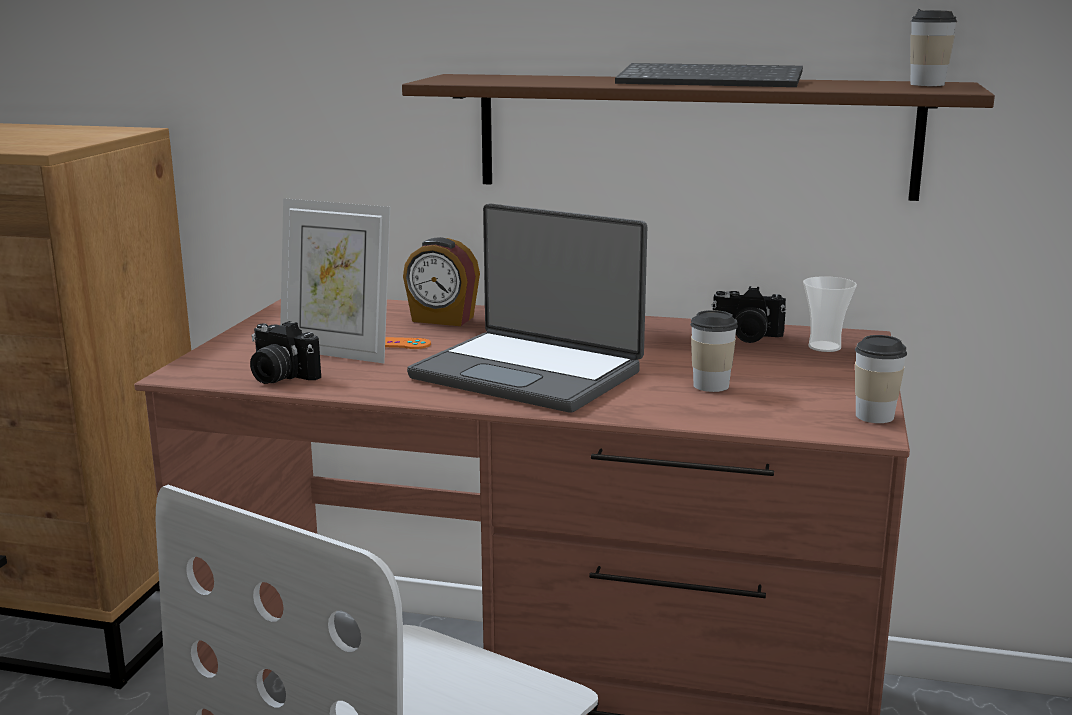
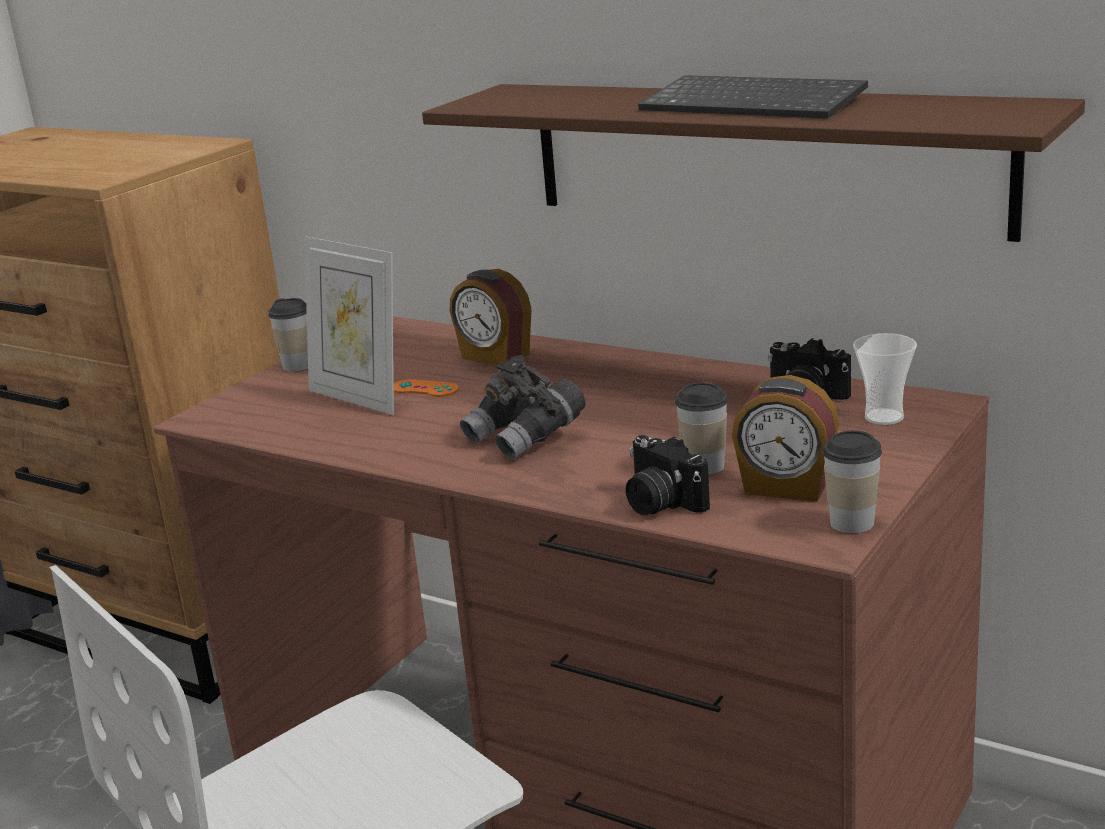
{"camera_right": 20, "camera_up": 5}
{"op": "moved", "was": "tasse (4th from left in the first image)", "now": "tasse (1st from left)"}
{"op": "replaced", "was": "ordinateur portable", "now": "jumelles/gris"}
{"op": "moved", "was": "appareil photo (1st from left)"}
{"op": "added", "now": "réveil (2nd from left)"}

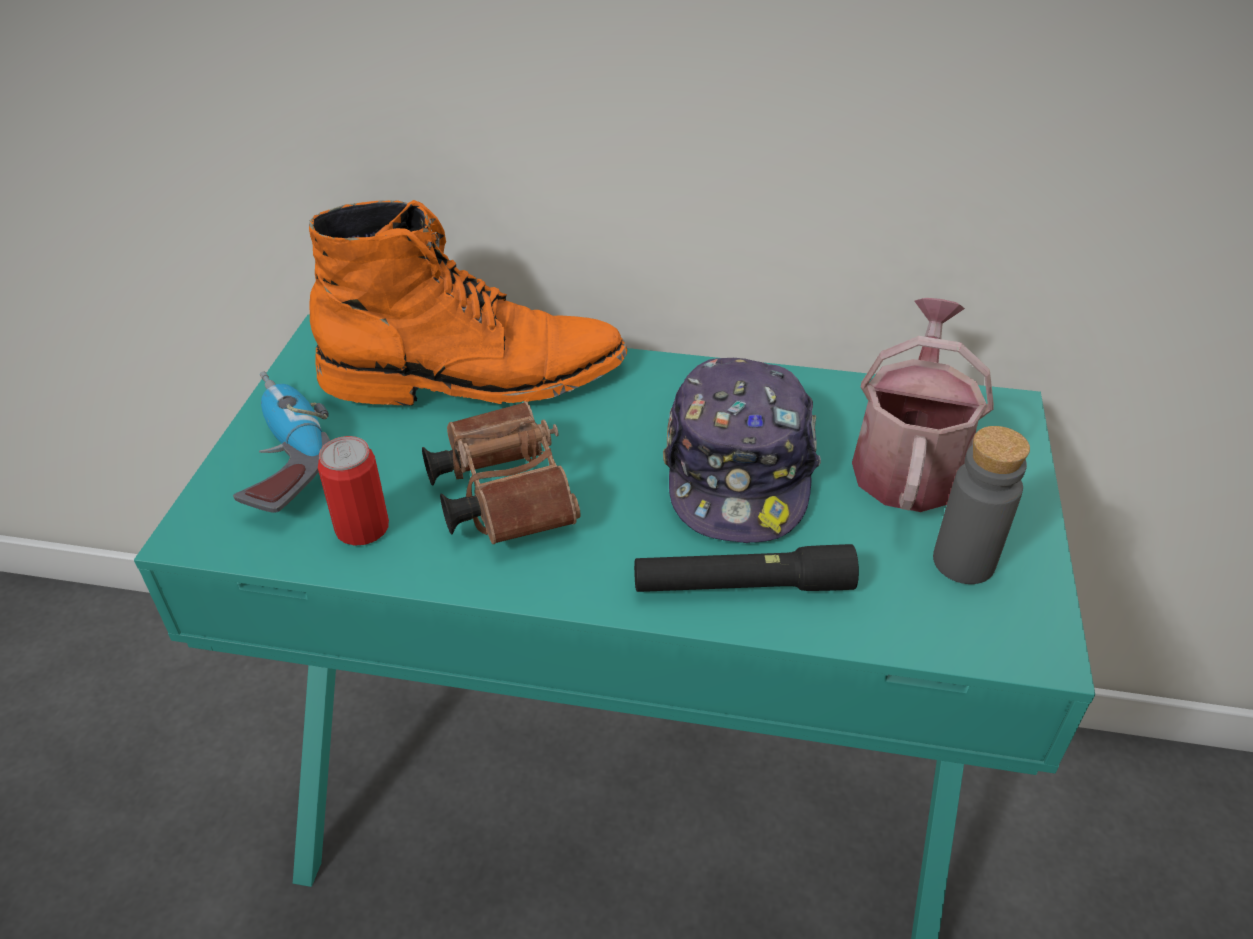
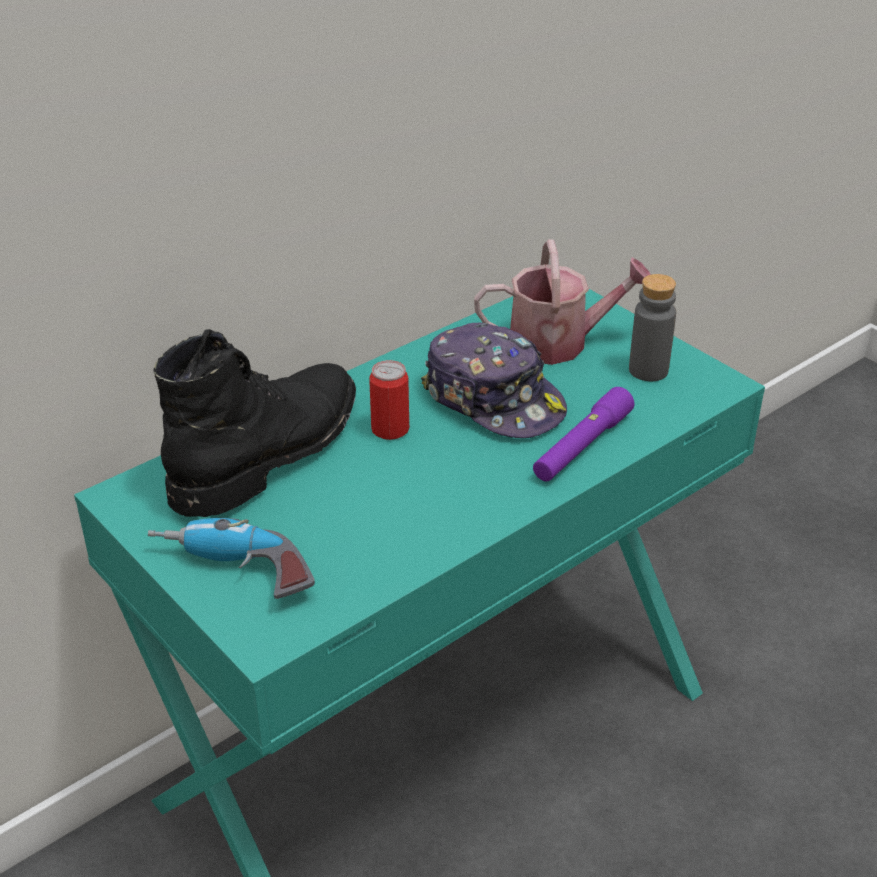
{"camera_right": -50, "camera_up": -5}
{"op": "recoloured", "was": "botte/orange", "now": "botte/noir"}
{"op": "moved", "was": "boîte métallique"}
{"op": "turned", "was": "arrosoir", "clockwise": 120}
{"op": "recoloured", "was": "lampe de poche/noir", "now": "lampe de poche/violet"}
{"op": "removed", "was": "jumelles/marron"}

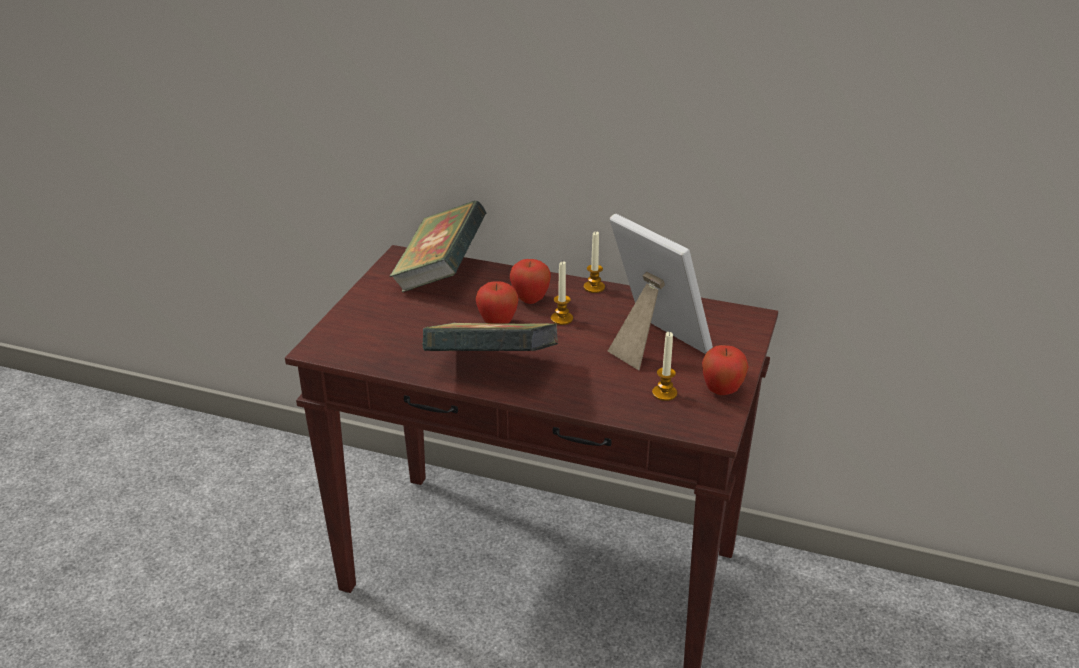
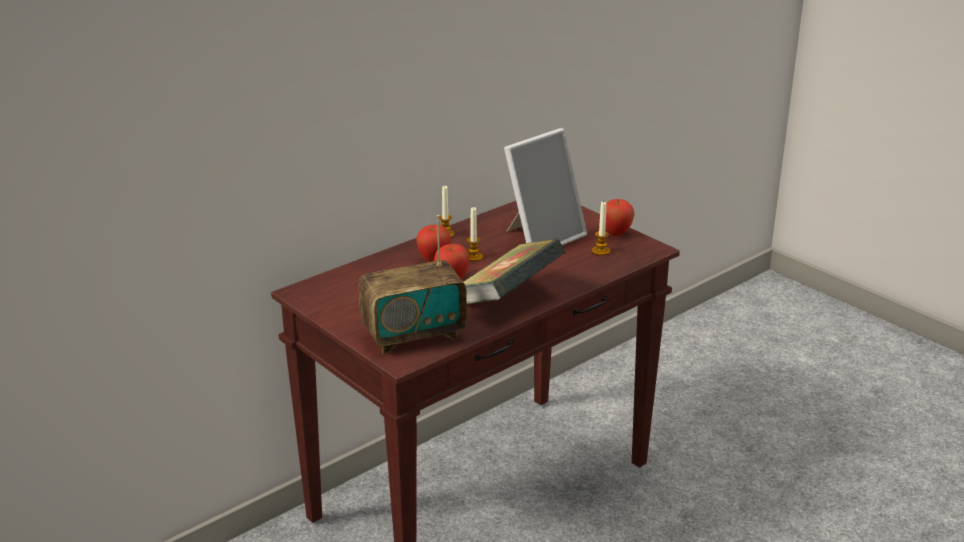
{"camera_right": -60, "camera_up": -5}
{"op": "added", "now": "radio"}
{"op": "turned", "was": "cadre photo", "clockwise": 150}
{"op": "removed", "was": "livre (1st from left)"}

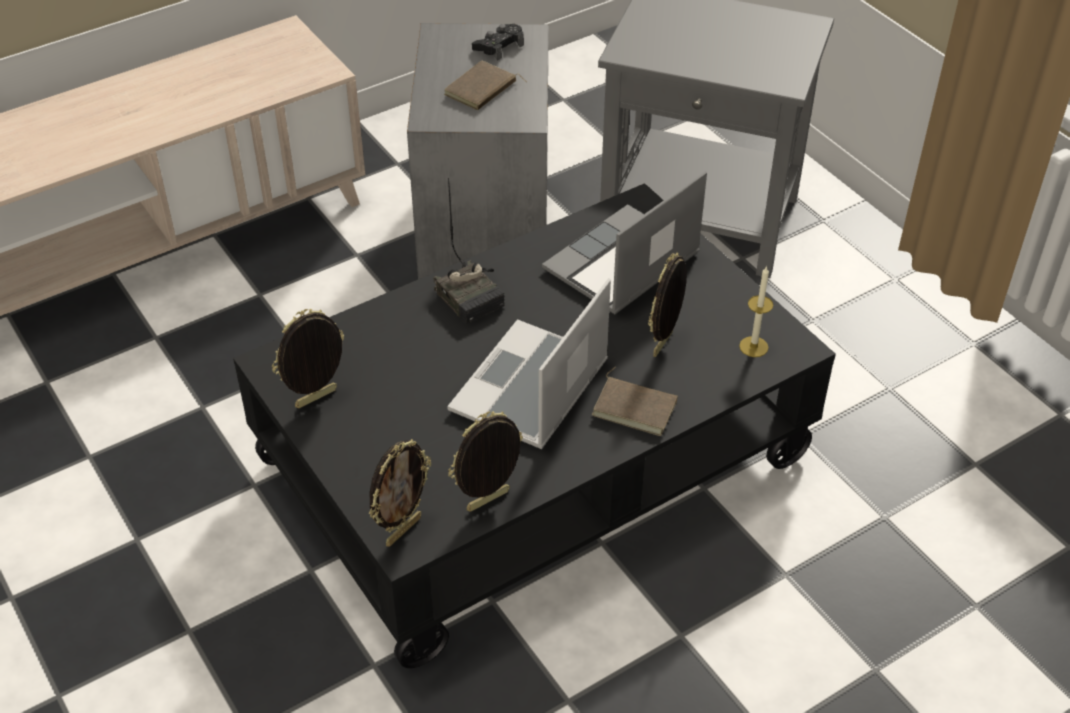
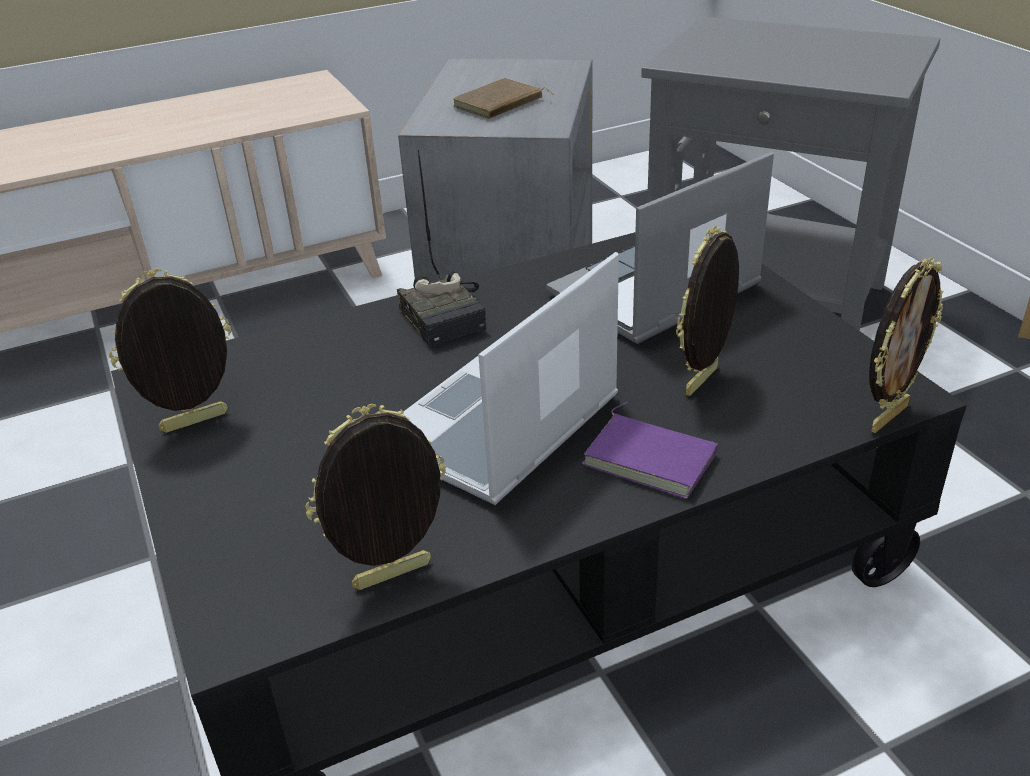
{"camera_right": 10, "camera_up": -10}
{"op": "recoloured", "was": "livre/marron (2nd from left)", "now": "livre/violet"}
{"op": "moved", "was": "cadre photo (2nd from left in the first image)", "now": "cadre photo (4th from left)"}
{"op": "removed", "was": "manette/noir"}
{"op": "removed", "was": "bougie"}

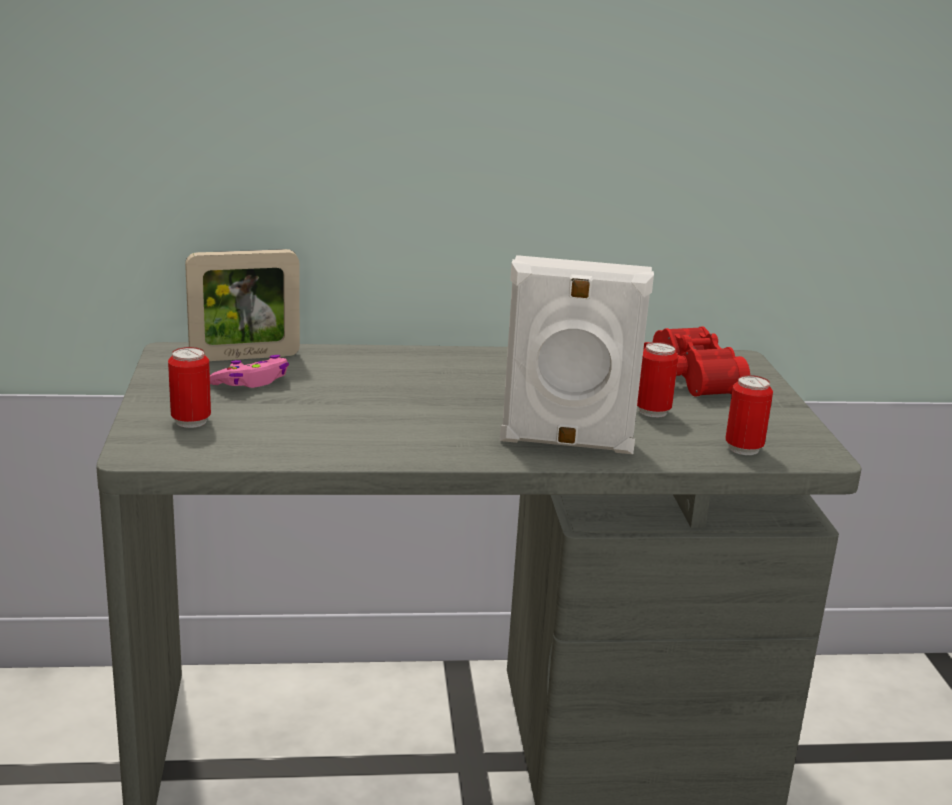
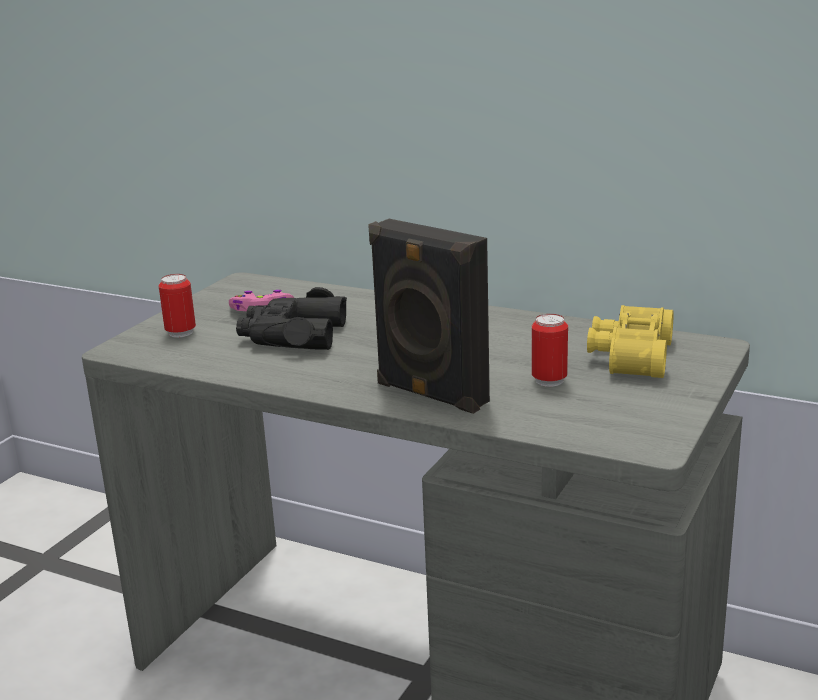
{"camera_right": 35, "camera_up": 0}
{"op": "added", "now": "jumelles/noir"}
{"op": "recoloured", "was": "enceinte/blanc", "now": "enceinte/noir"}
{"op": "recoloured", "was": "jumelles/rouge", "now": "jumelles/jaune"}
{"op": "removed", "was": "cadre photo"}
{"op": "removed", "was": "boîte métallique (3rd from left)"}

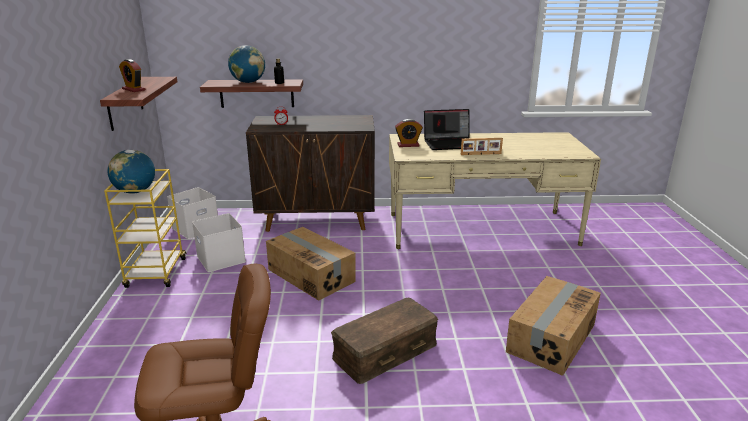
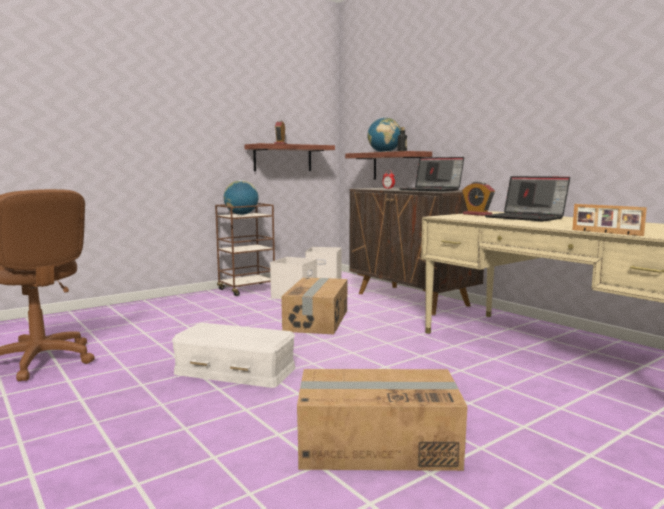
{"camera_right": 55, "camera_up": -15}
{"op": "recoloured", "was": "boîte de rangement/marron", "now": "boîte de rangement/blanc (1st from left)"}
{"op": "recoloured", "was": "chariot/jaune", "now": "chariot/marron"}
{"op": "added", "now": "ordinateur portable (1st from left)"}
{"op": "moved", "was": "cadre photo"}

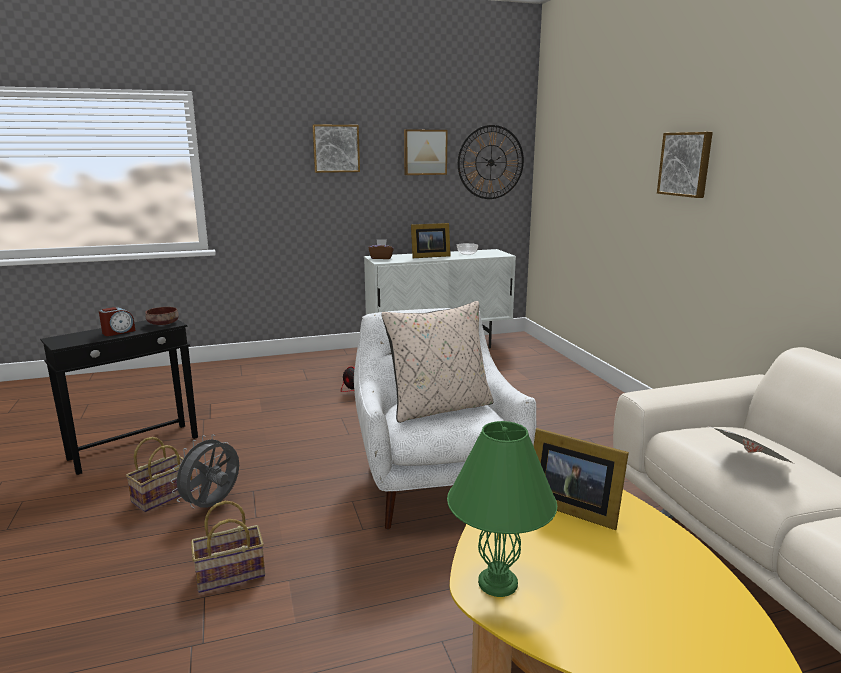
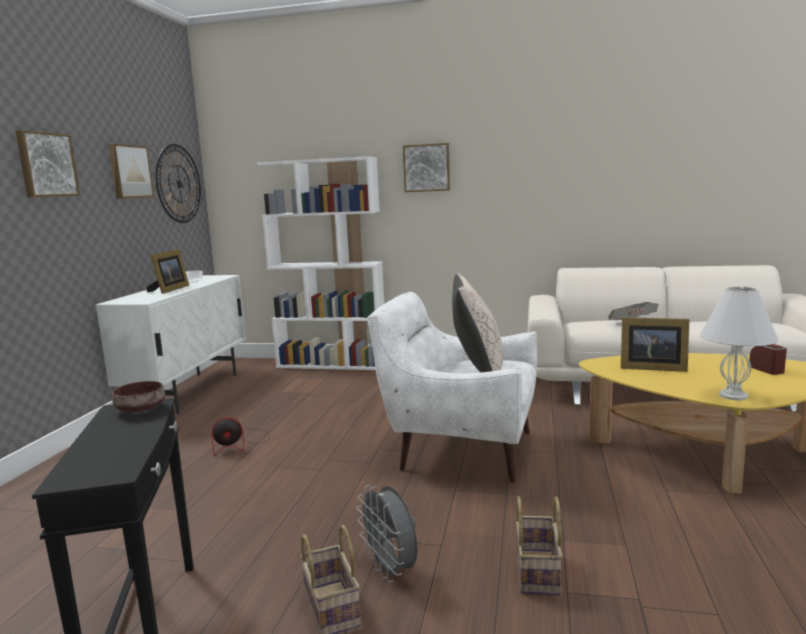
{"camera_right": -60, "camera_up": -5}
{"op": "added", "now": "bibliothèque/blanc"}
{"op": "turned", "was": "cadre photo (2nd from left)", "clockwise": 45}
{"op": "recoloured", "was": "lampe de table/vert", "now": "lampe de table/blanc"}
{"op": "moved", "was": "réveil"}
{"op": "removed", "was": "boîte à mouchoirs/marron"}

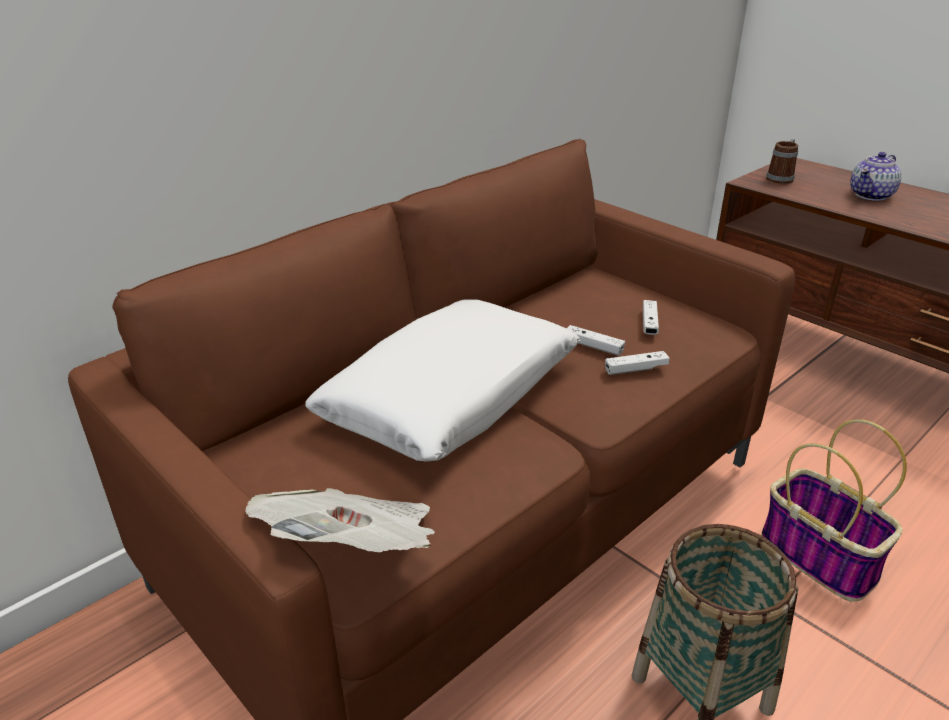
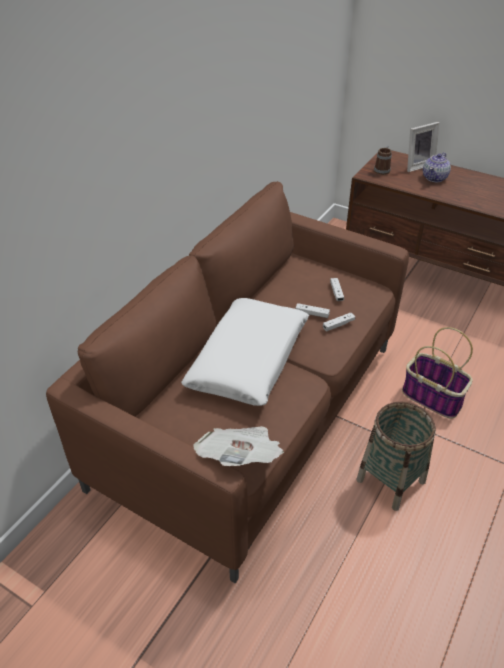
{"camera_right": -15, "camera_up": 10}
{"op": "added", "now": "cadre photo"}

